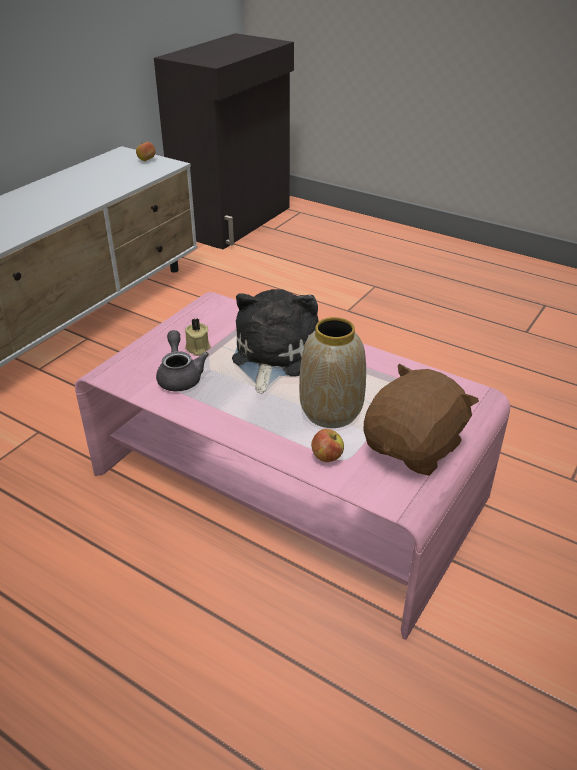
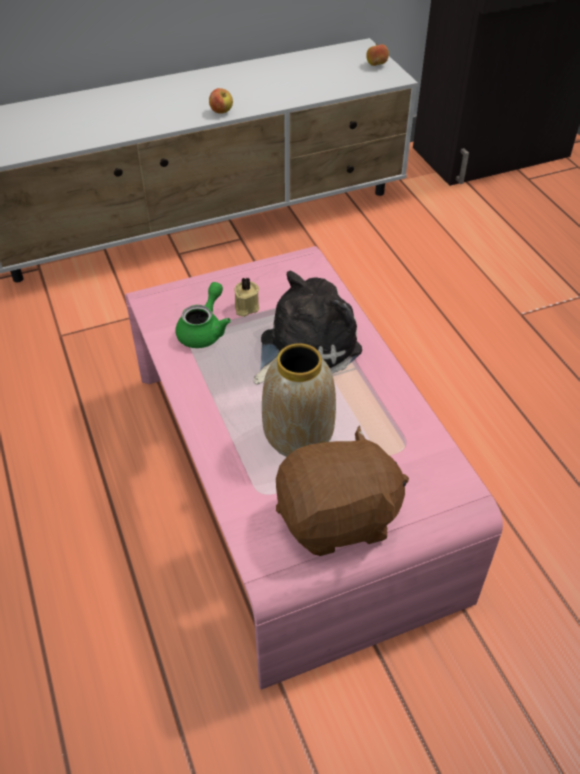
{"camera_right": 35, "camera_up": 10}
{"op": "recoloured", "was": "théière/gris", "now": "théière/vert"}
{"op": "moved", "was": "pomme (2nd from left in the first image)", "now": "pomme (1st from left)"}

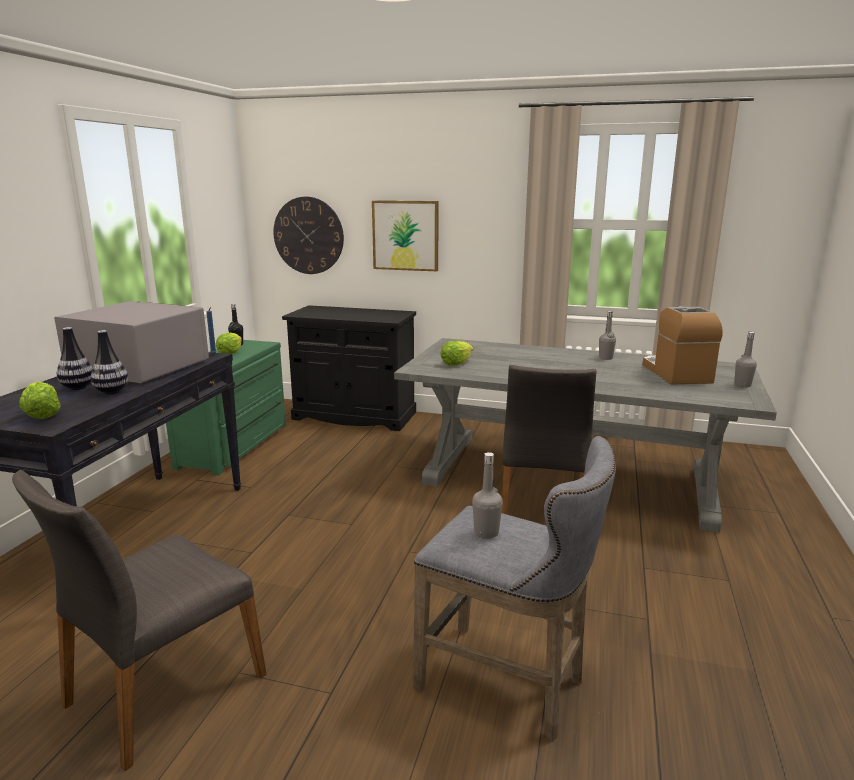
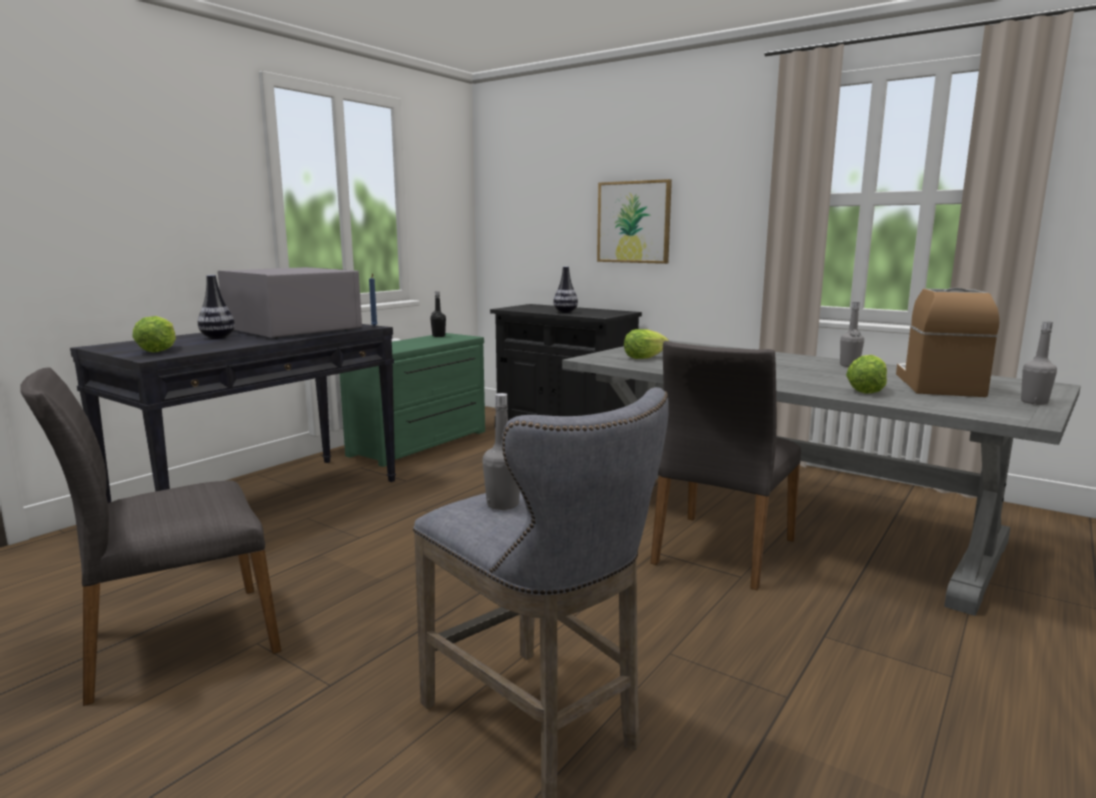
{"camera_right": 20, "camera_up": -5}
{"op": "moved", "was": "vase (2nd from left)"}
{"op": "moved", "was": "laitue (2nd from left in the first image)", "now": "laitue (3rd from left)"}
{"op": "removed", "was": "horloge murale"}

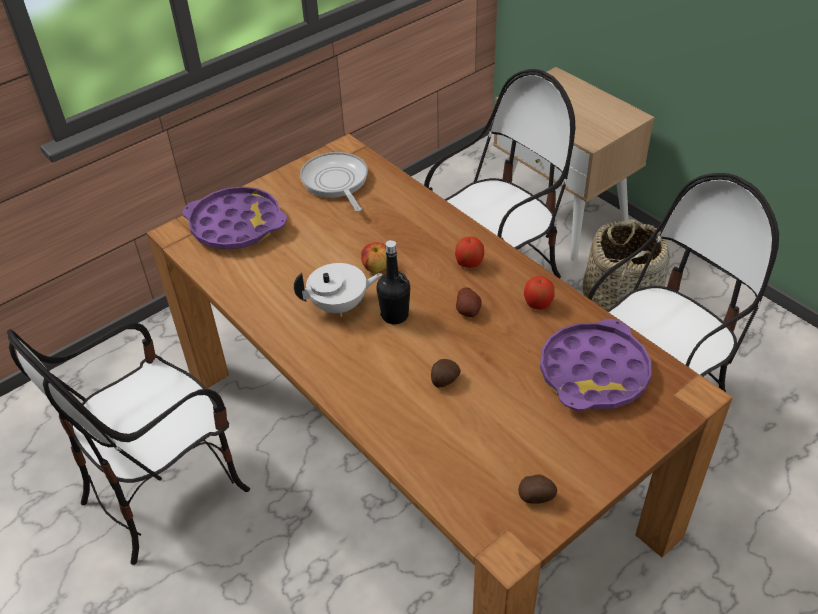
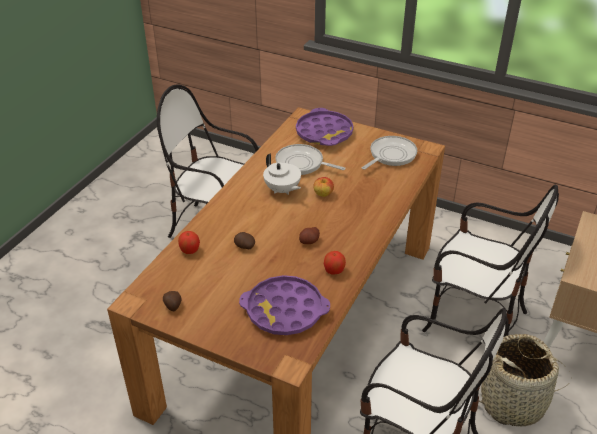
{"camera_right": 65, "camera_up": -5}
{"op": "moved", "was": "pomme (2nd from left in the first image)", "now": "pomme (1st from left)"}
{"op": "added", "now": "poêle (1st from left)"}
{"op": "removed", "was": "bouteille/noir"}

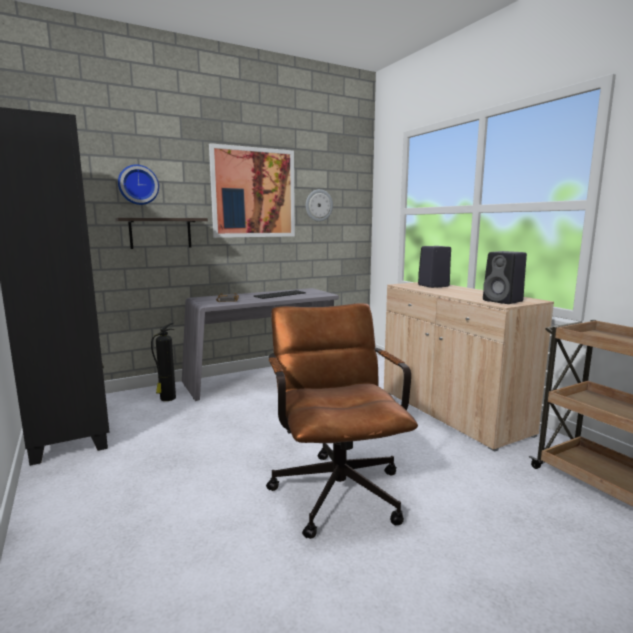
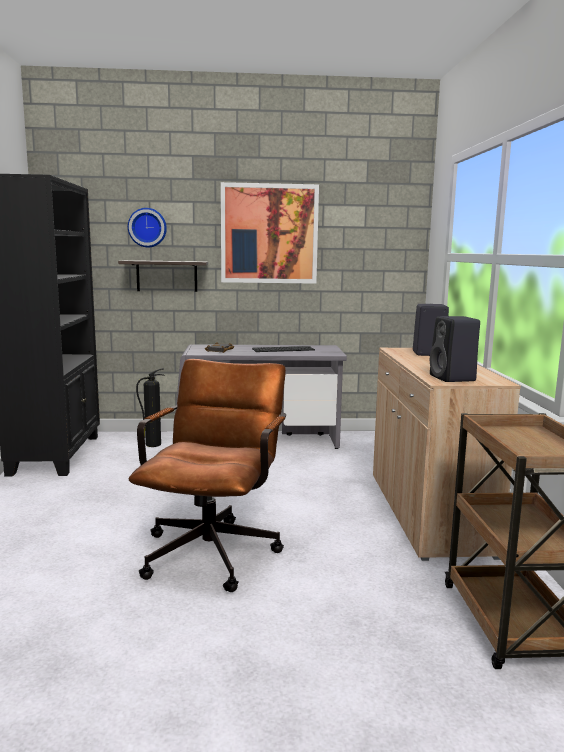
{"camera_right": 25, "camera_up": 0}
{"op": "removed", "was": "horloge murale (2nd from left)"}

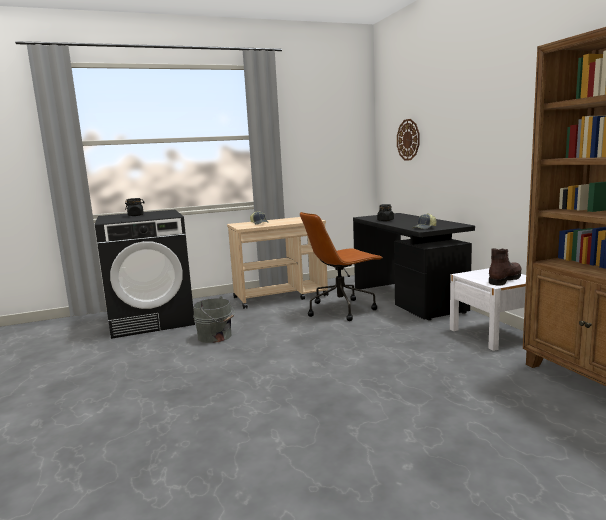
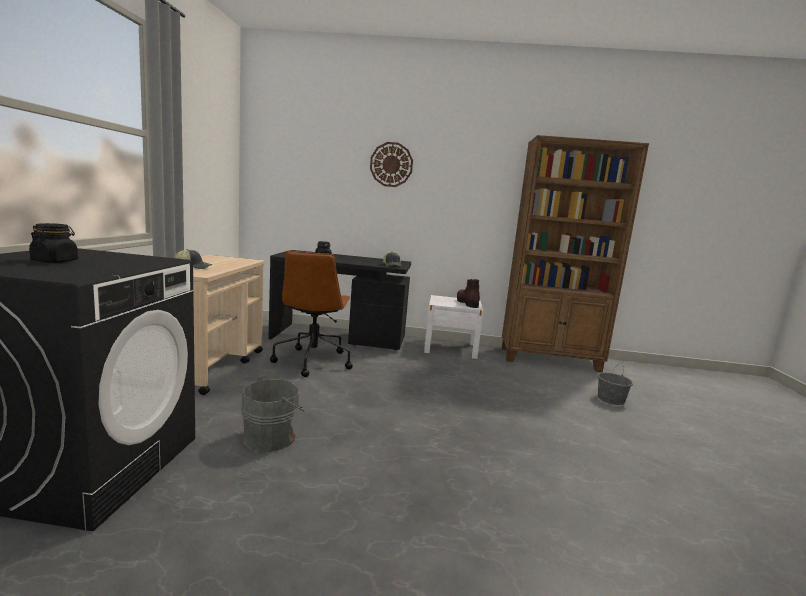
{"camera_right": -65, "camera_up": 0}
{"op": "moved", "was": "horloge murale"}
{"op": "added", "now": "seau/gris (2nd from left)"}

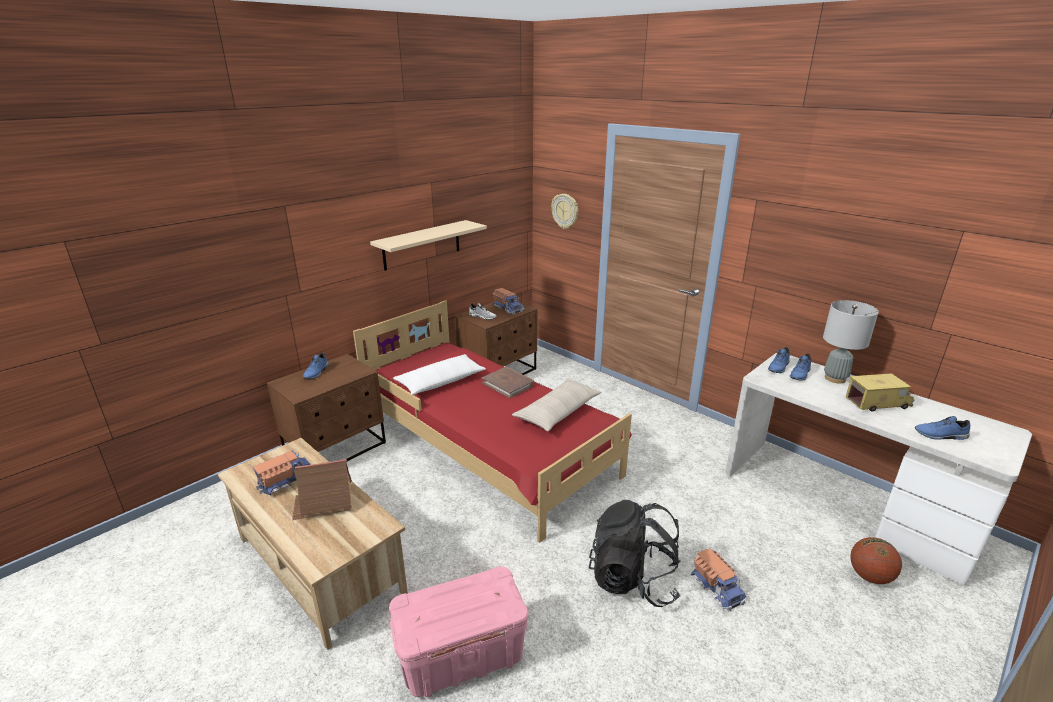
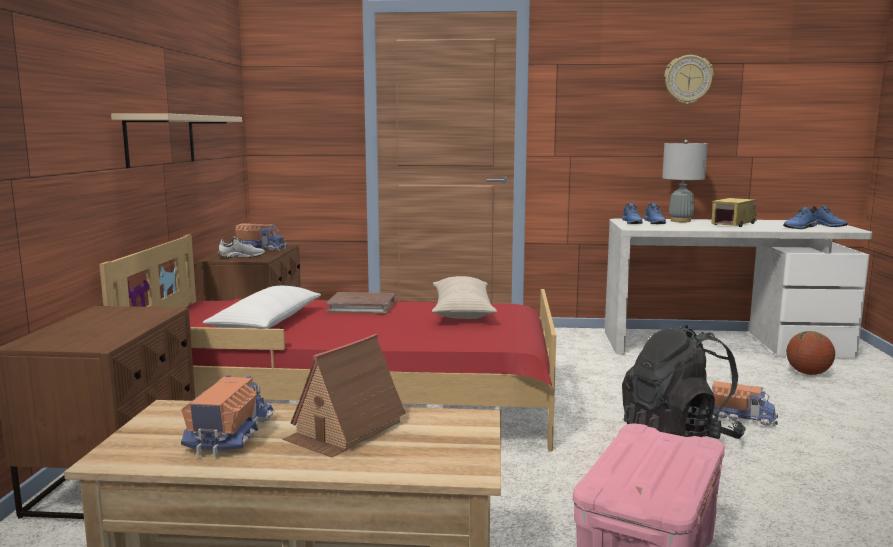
{"camera_right": -40, "camera_up": -15}
{"op": "moved", "was": "horloge murale"}
{"op": "moved", "was": "chaussure/bleu (1st from left in the first image)", "now": "chaussure/bleu (4th from left)"}

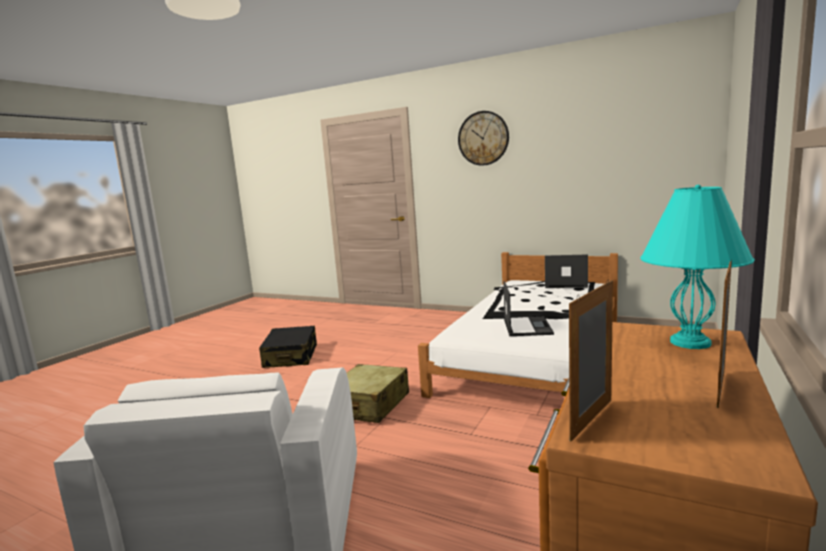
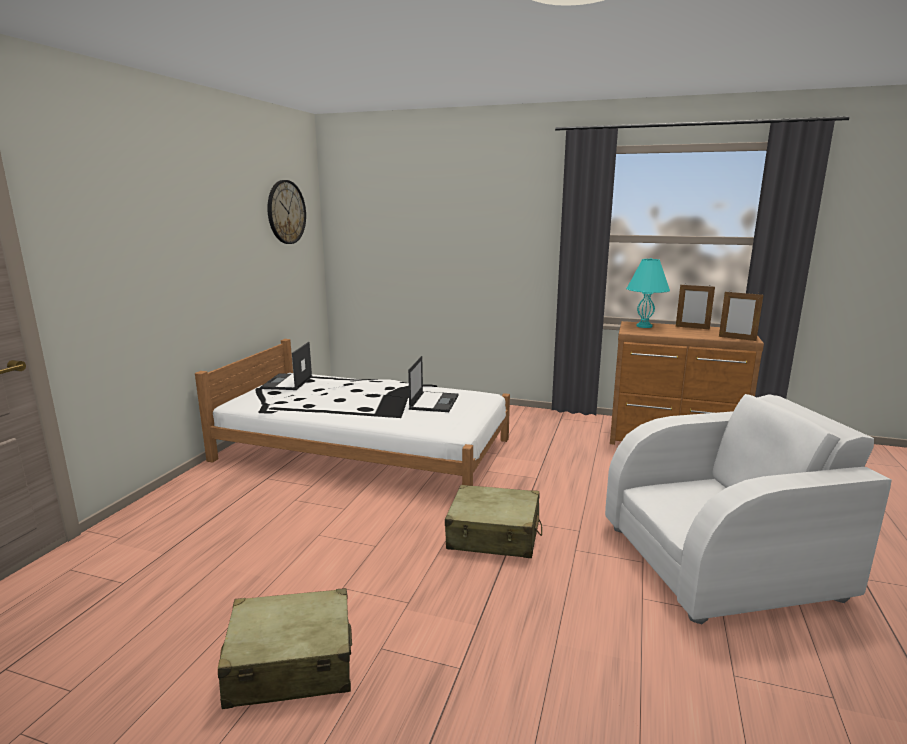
{"camera_right": -100, "camera_up": 5}
{"op": "recoloured", "was": "valise/noir", "now": "valise/beige (1st from left)"}
{"op": "moved", "was": "horloge murale"}
{"op": "turned", "was": "ordinateur portable (1st from left in the first image)", "clockwise": 105}

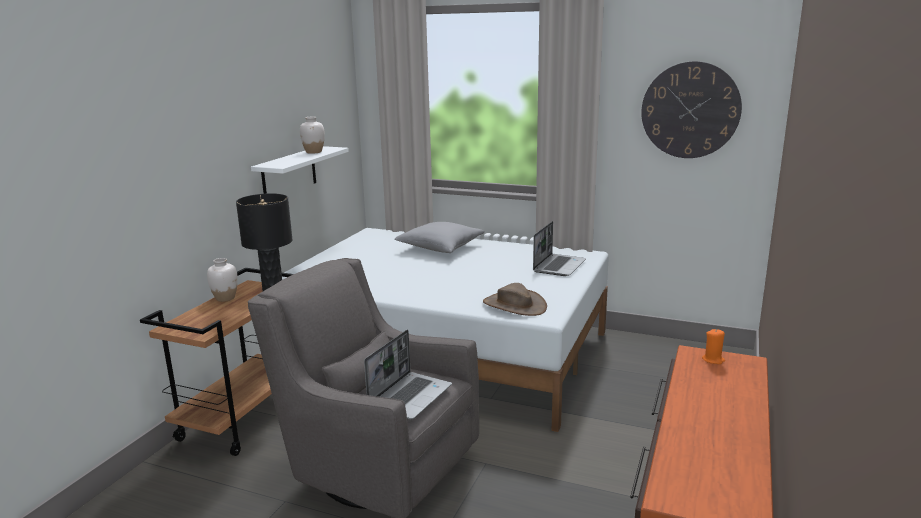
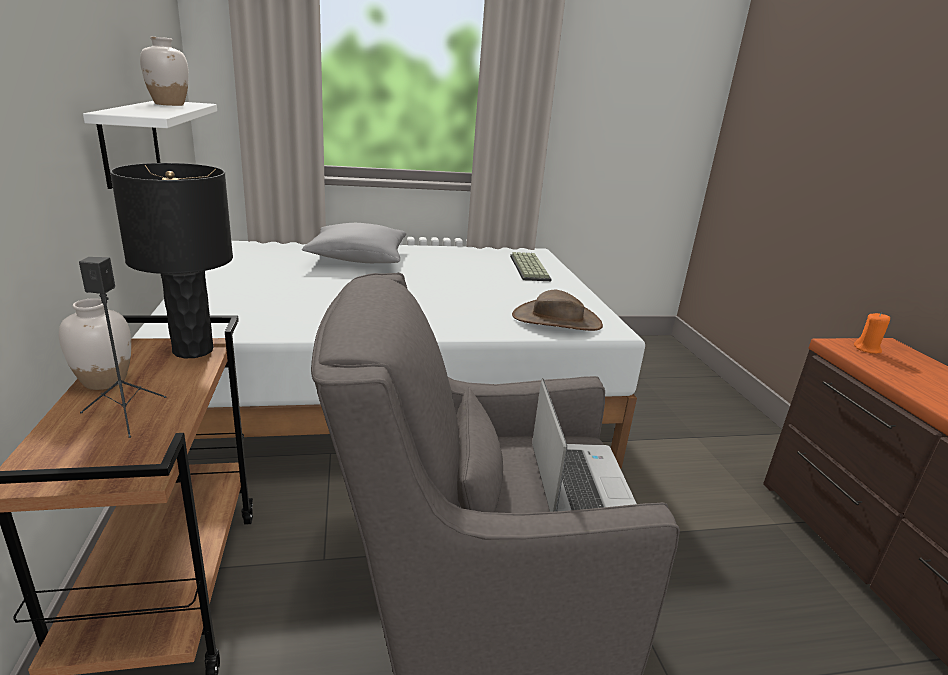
{"camera_right": -35, "camera_up": 5}
{"op": "added", "now": "enceinte/noir"}
{"op": "replaced", "was": "ordinateur portable (2nd from left)", "now": "clavier"}
{"op": "removed", "was": "horloge murale"}

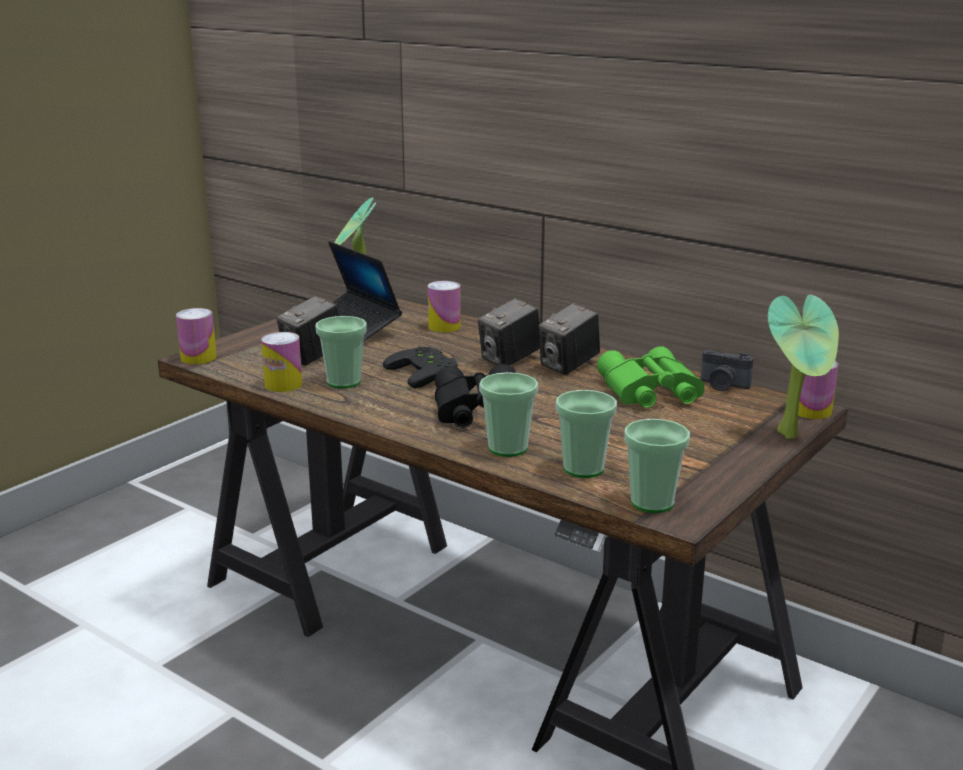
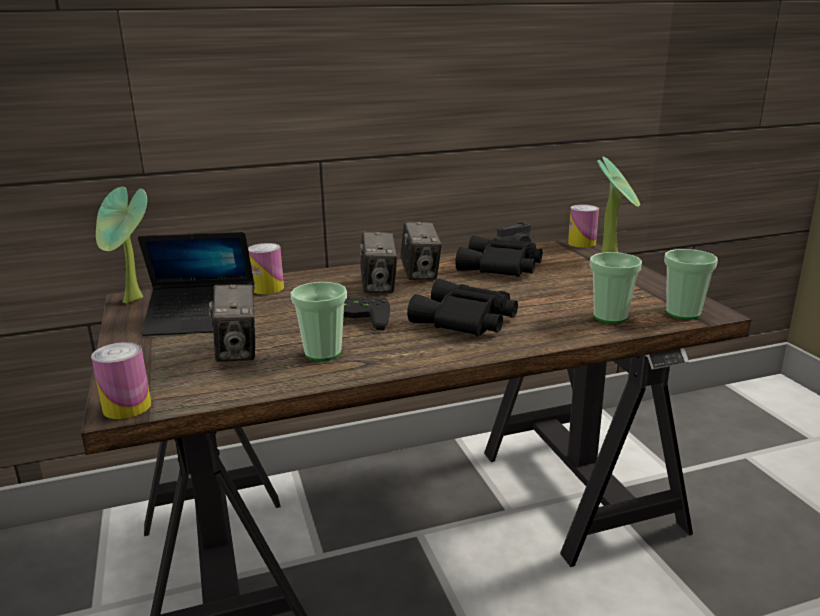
{"camera_right": -55, "camera_up": 0}
{"op": "recoloured", "was": "jumelles/vert", "now": "jumelles/noir (2nd from left)"}
{"op": "removed", "was": "boîte métallique (2nd from left)"}
{"op": "removed", "was": "tasse (2nd from left)"}

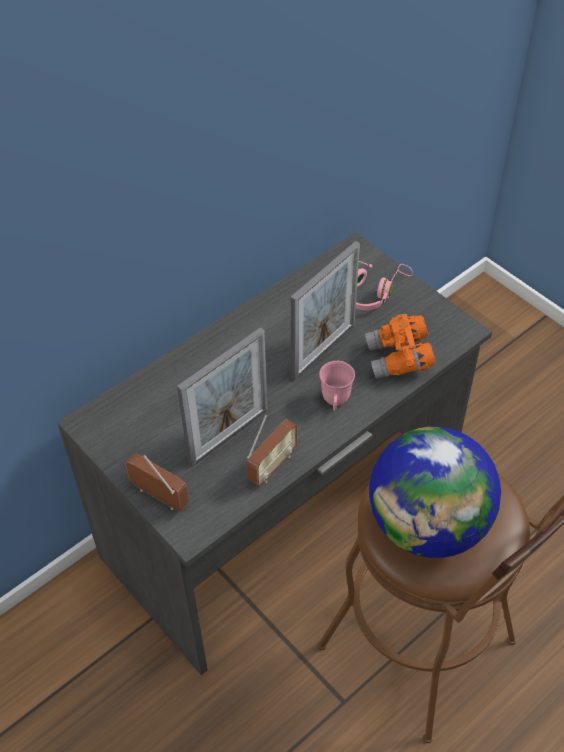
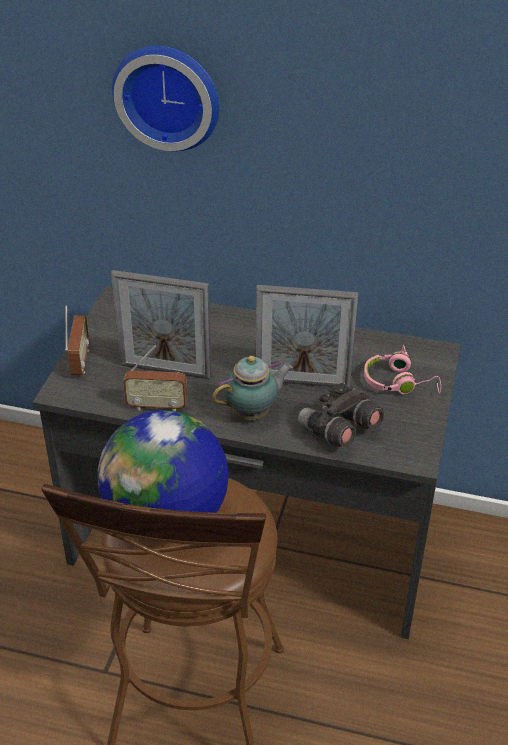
{"camera_right": 55, "camera_up": -10}
{"op": "added", "now": "horloge murale"}
{"op": "replaced", "was": "mug/rose", "now": "théière"}
{"op": "recoloured", "was": "jumelles/orange", "now": "jumelles/gris"}

